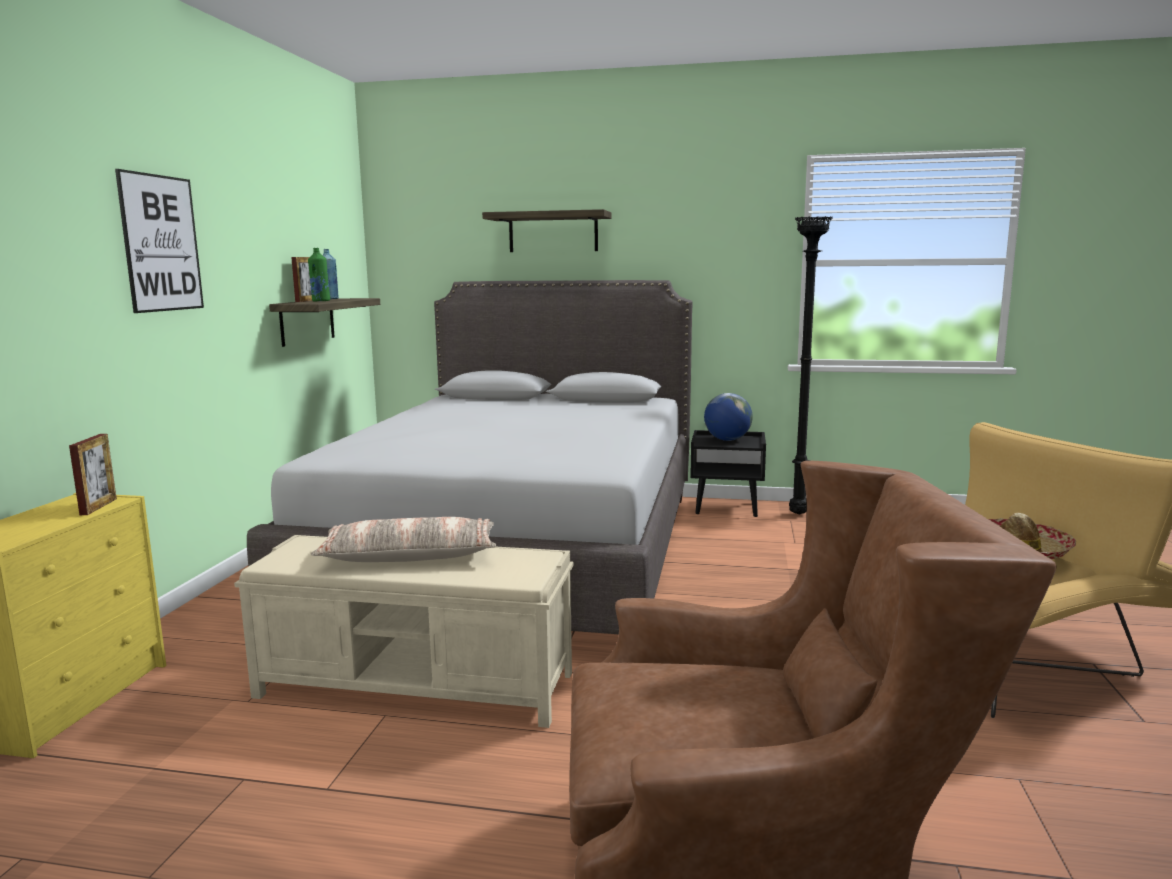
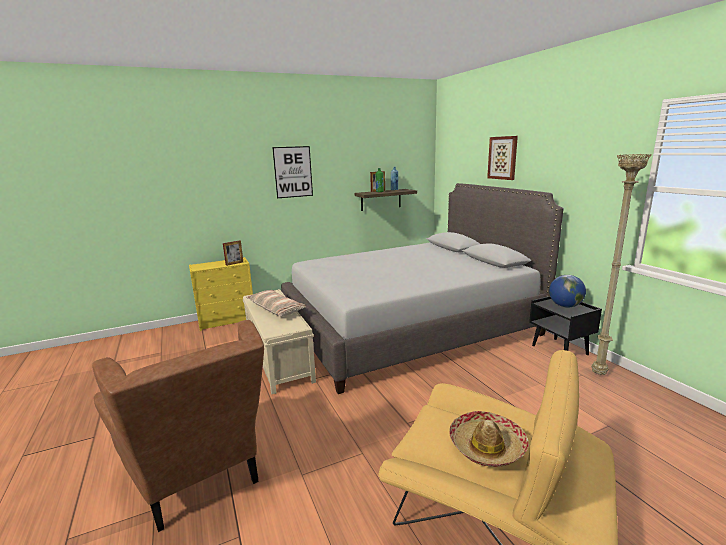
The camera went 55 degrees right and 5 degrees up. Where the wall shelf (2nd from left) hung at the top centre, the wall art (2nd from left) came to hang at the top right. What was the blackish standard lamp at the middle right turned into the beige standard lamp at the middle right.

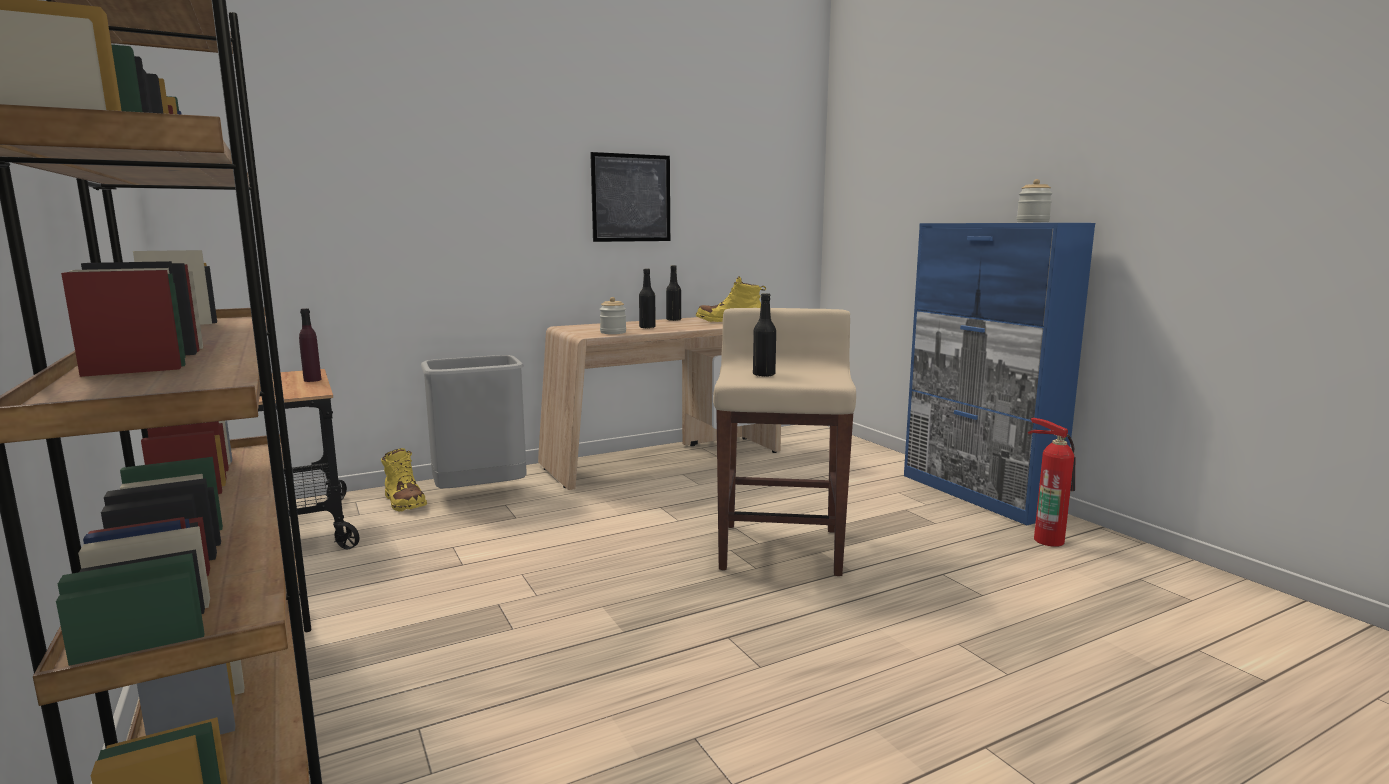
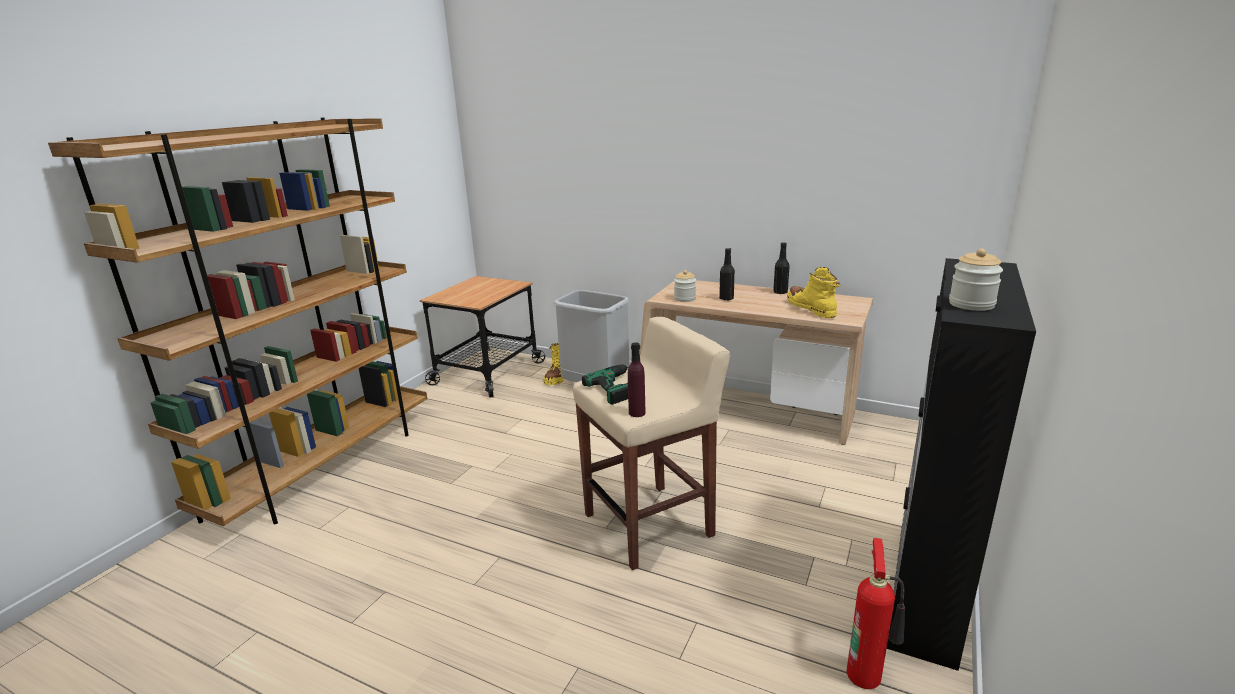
The camera went 55 degrees right and 10 degrees up. The purplish bottle ended up elsewhere, having gone from the middle left to the centre. The second view lost the wall art at the top centre. Where the blackish bottle (3rd from left) stood at the centre, the power drill came to stand at the centre. What was the blue-coloured storage cabinet at the middle right turned into the blackish storage cabinet at the bottom right.

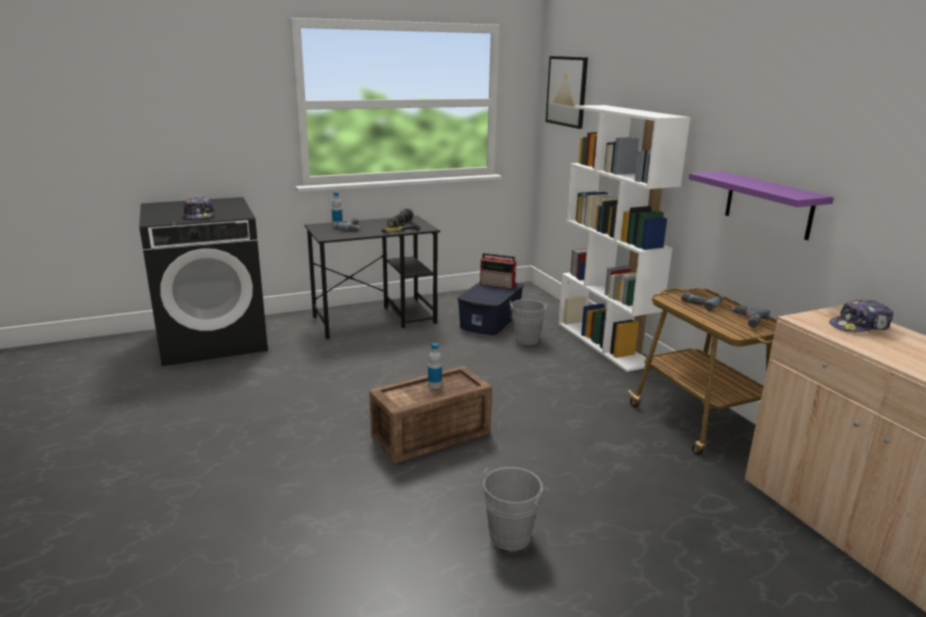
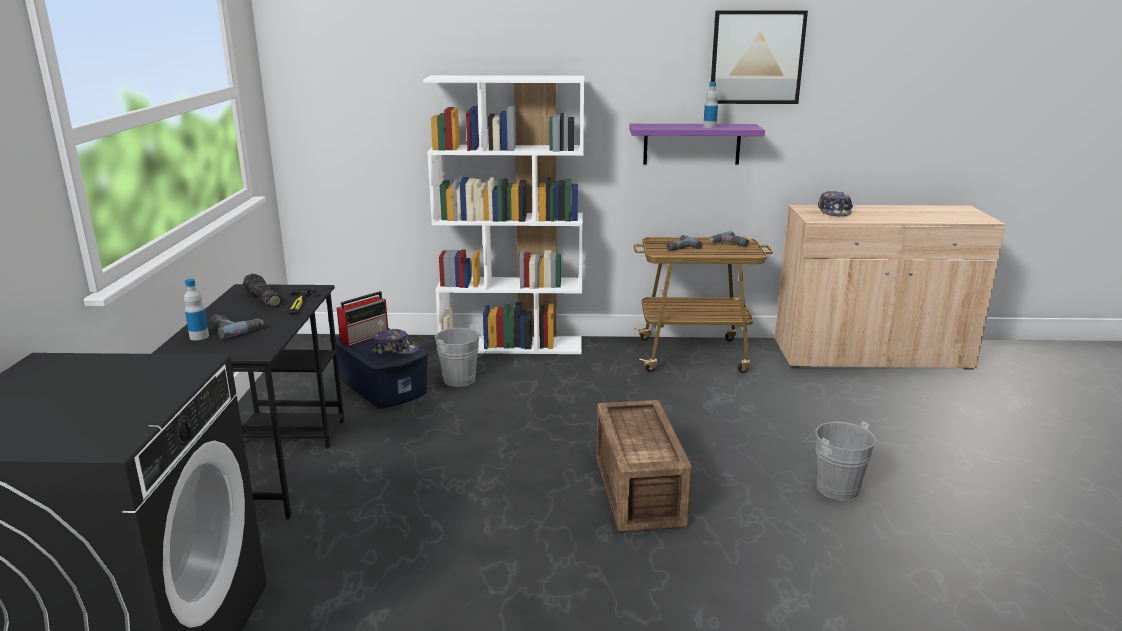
The camera went 65 degrees left and 0 degrees up. The cap (1st from left) ended up elsewhere, having gone from the middle left to the centre. The bottle (2nd from left) ended up elsewhere, having gone from the centre to the top centre. The wall art ended up elsewhere, having gone from the top centre to the top right.

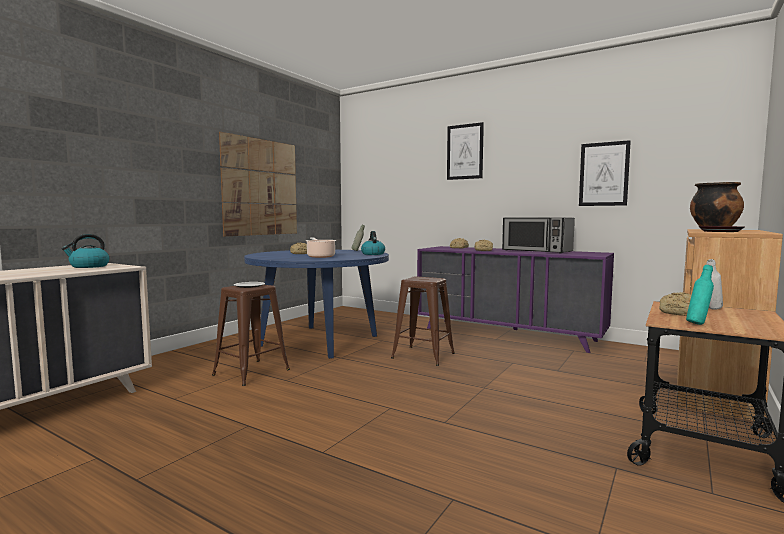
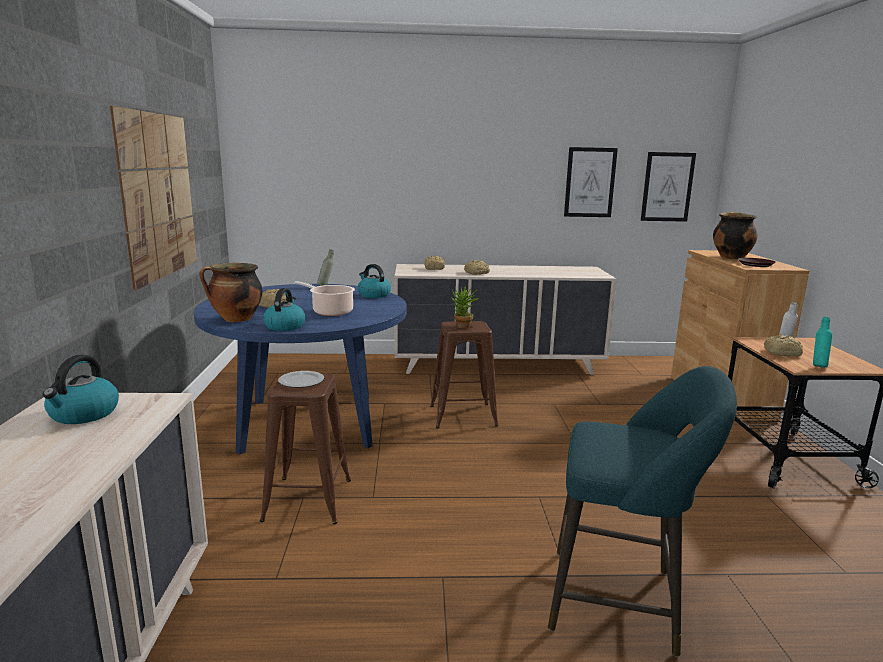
The camera went 35 degrees left and 10 degrees up. What was the purplish dresser at the centre turned into the beige dresser (2nd from left) at the centre. The wall art (2nd from left in the first image) ended up elsewhere, having gone from the top centre to the top right. The second view lost the microwave oven at the middle right. The second view gained the saucepot (1st from left) at the middle left. The second view gained the kettle (2nd from left) at the middle left. The second view gained the potted plant at the centre. The second view gained the turquoise stool at the bottom right.

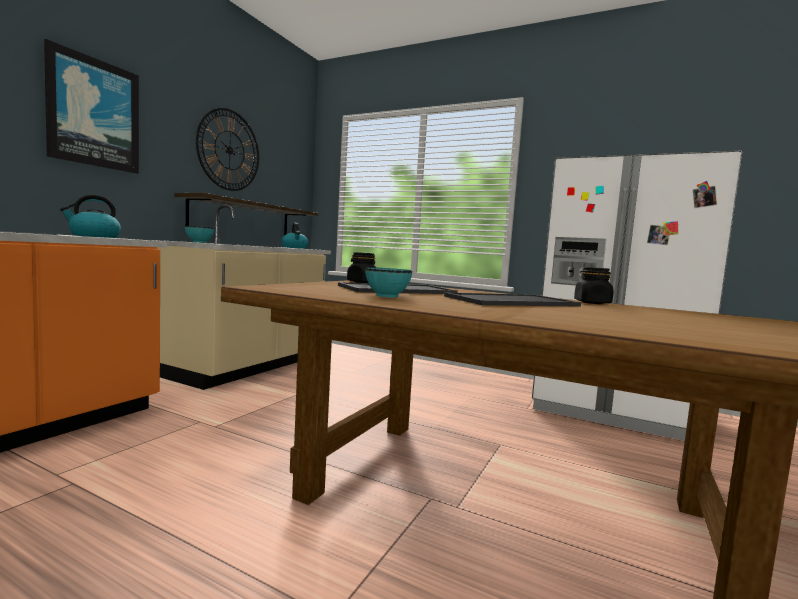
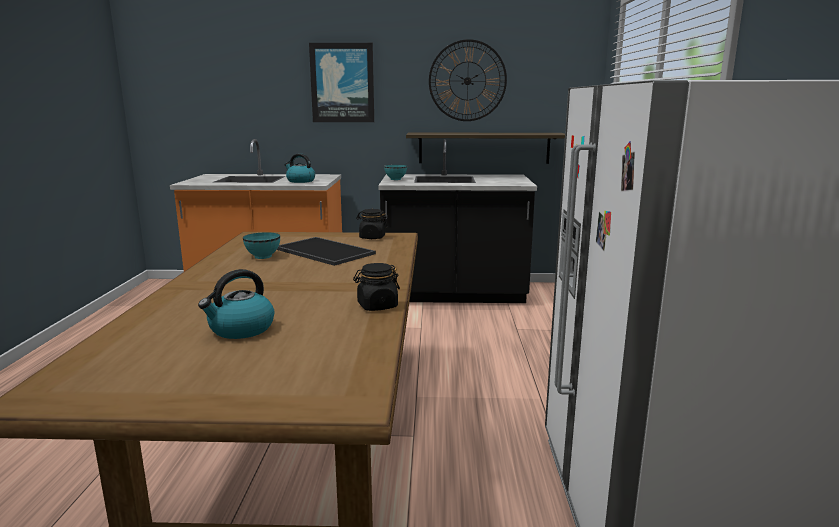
The camera went 65 degrees right and 10 degrees up. What was the beige counter at the middle left turned into the blackish counter at the centre. The kettle (2nd from left in the first image) ended up elsewhere, having gone from the centre to the middle left. The second view lost the tray (2nd from left) at the centre.

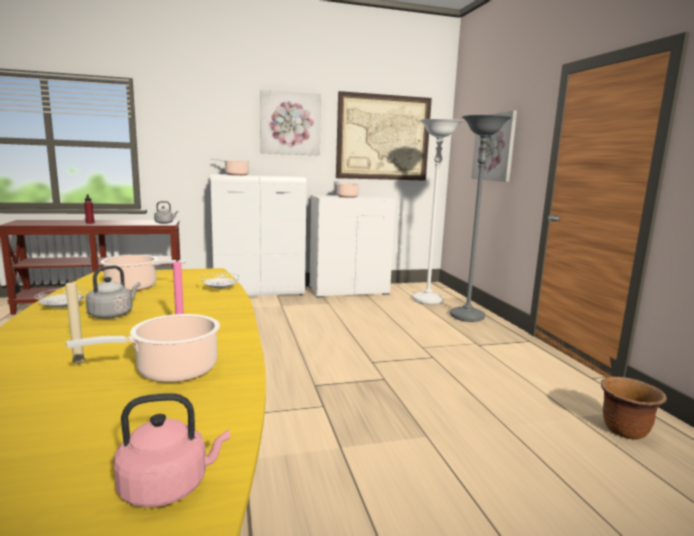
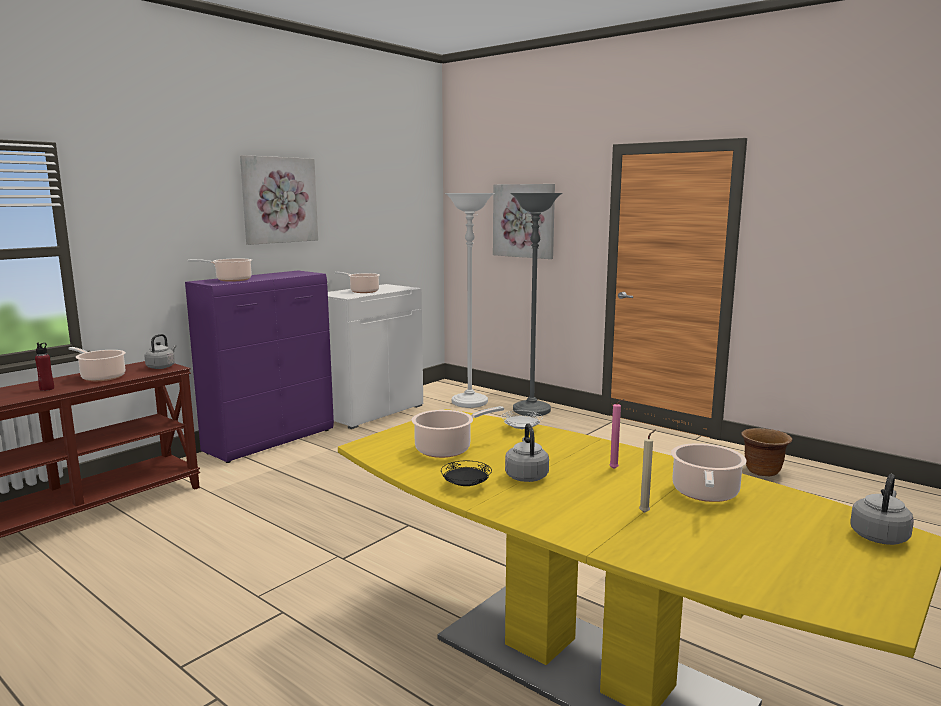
The camera went 35 degrees left and 0 degrees up. What was the whitish plate (1st from left) at the middle left turned into the blackish plate at the bottom centre. What was the pink-coloured kettle at the bottom left turned into the gray kettle (3rd from left) at the bottom right. What was the whitish storage cabinet (1st from left) at the centre turned into the purplish storage cabinet at the middle left. The second view lost the wall art (2nd from left) at the top centre. The second view gained the saucepot (1st from left) at the middle left.

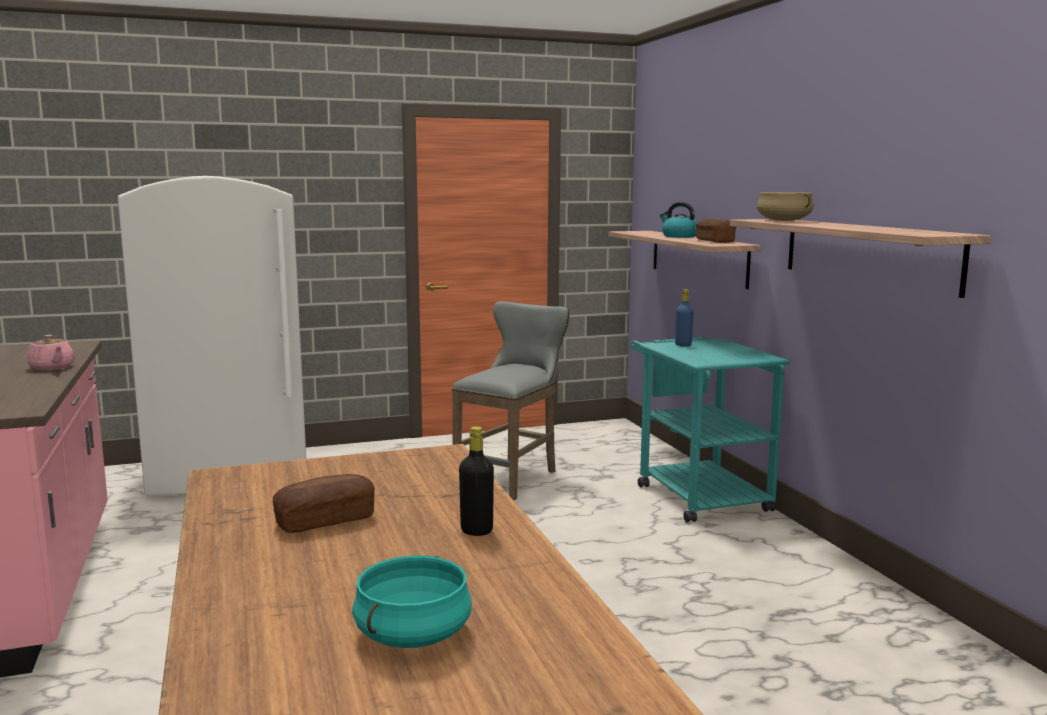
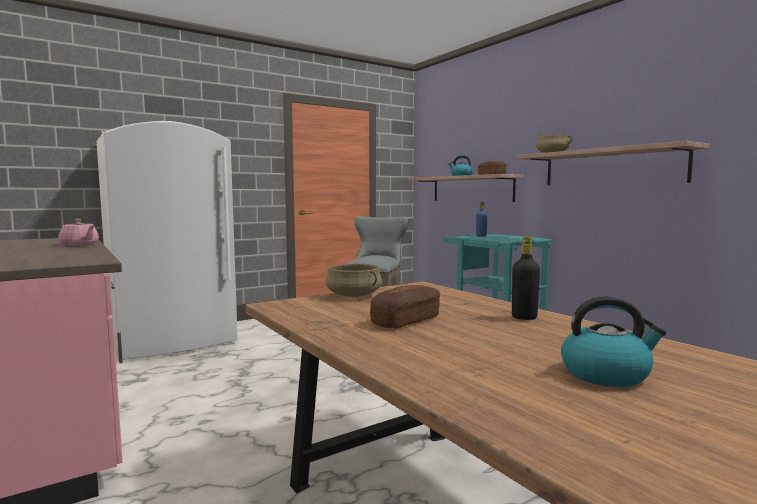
The camera went 15 degrees left and 5 degrees down. Where the turquoise saucepot stood at the bottom centre, the kettle (2nd from left) came to stand at the bottom right. The second view gained the beige saucepot (1st from left) at the centre.

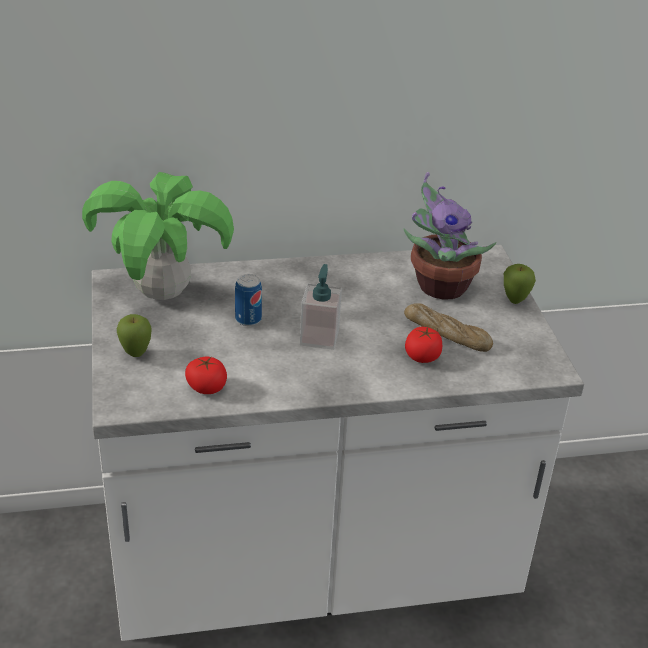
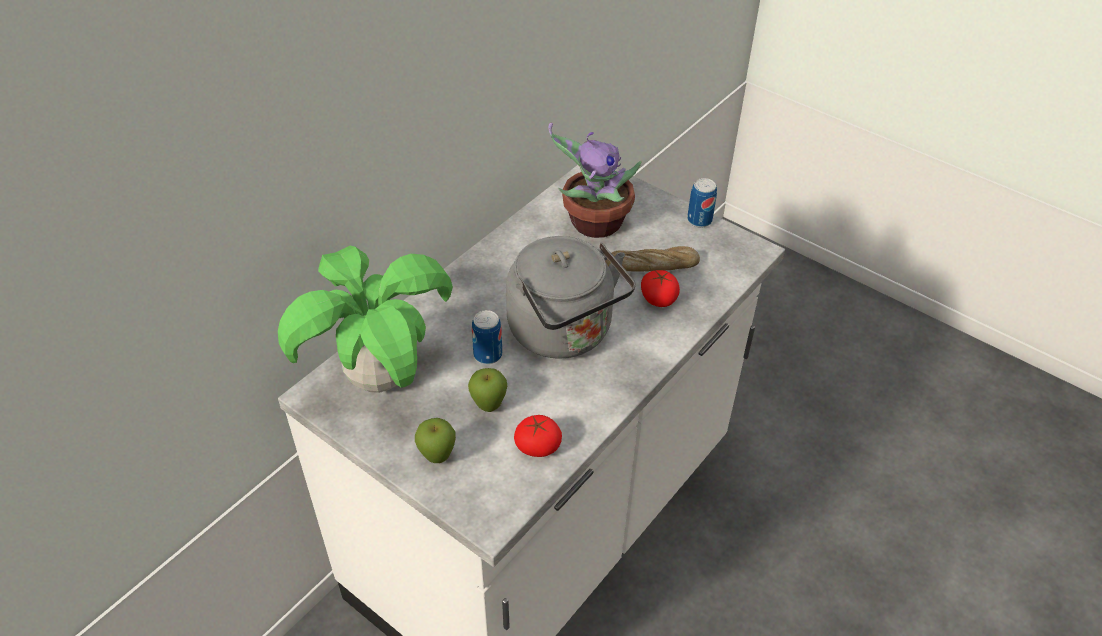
The camera went 40 degrees left and 10 degrees up. Where the liquid soap bottle stood at the centre, the gray kettle came to stand at the centre. The apple (2nd from left) ended up elsewhere, having gone from the middle right to the centre. The second view gained the sealed can (2nd from left) at the top centre.

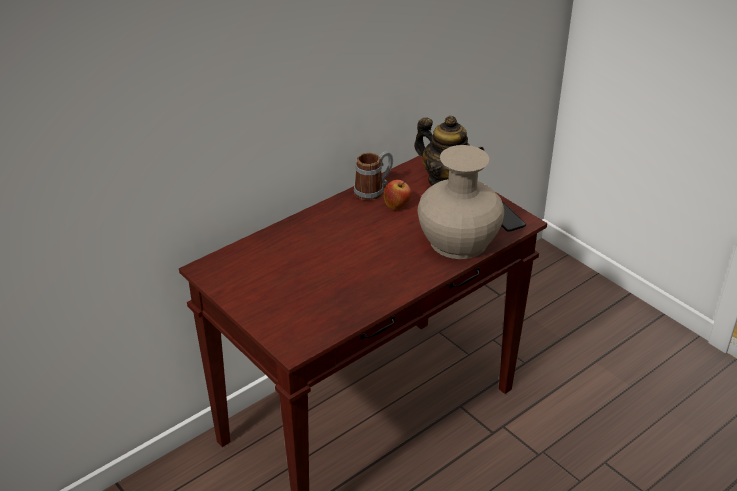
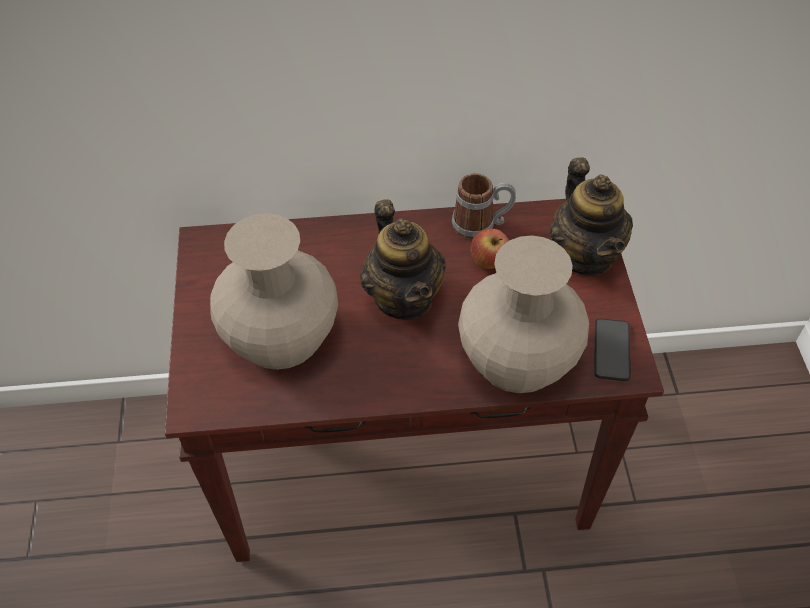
The camera went 35 degrees right and 15 degrees up. The second view gained the beige decorative vase (1st from left) at the centre. The second view gained the pot for tea (1st from left) at the centre.

